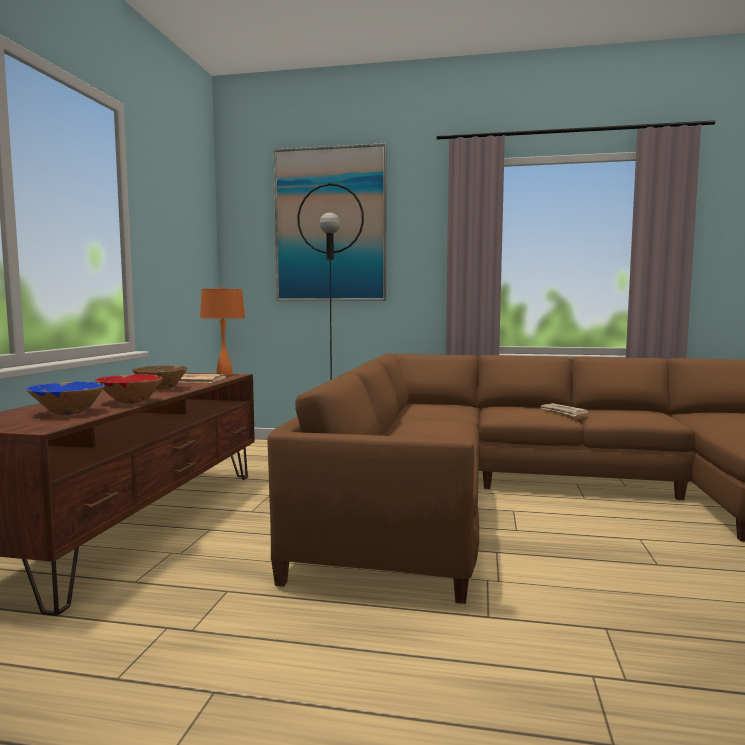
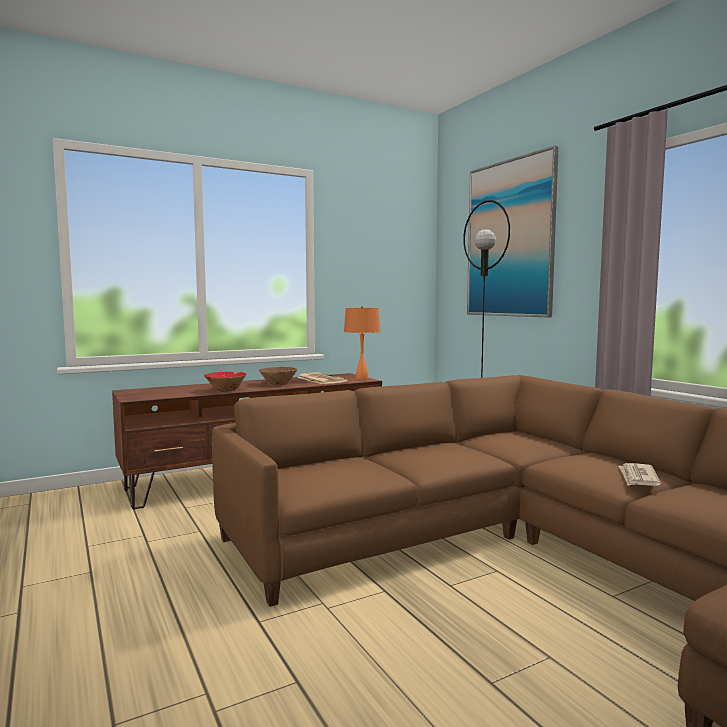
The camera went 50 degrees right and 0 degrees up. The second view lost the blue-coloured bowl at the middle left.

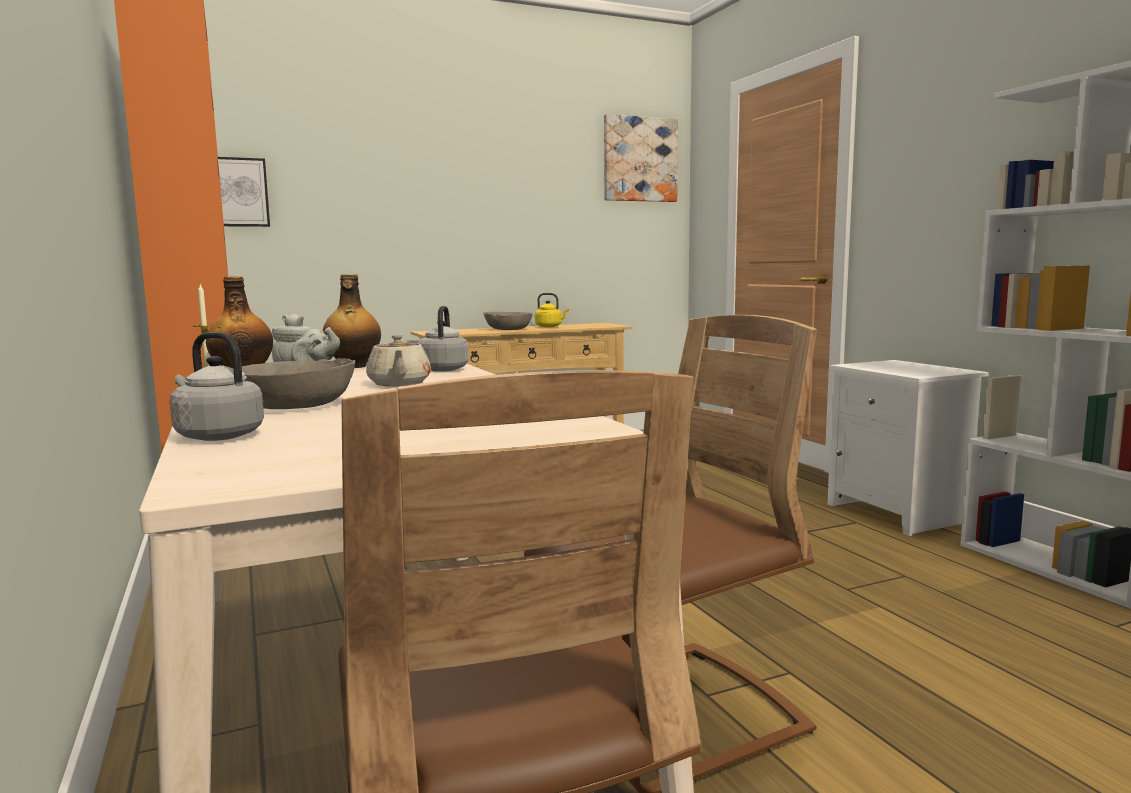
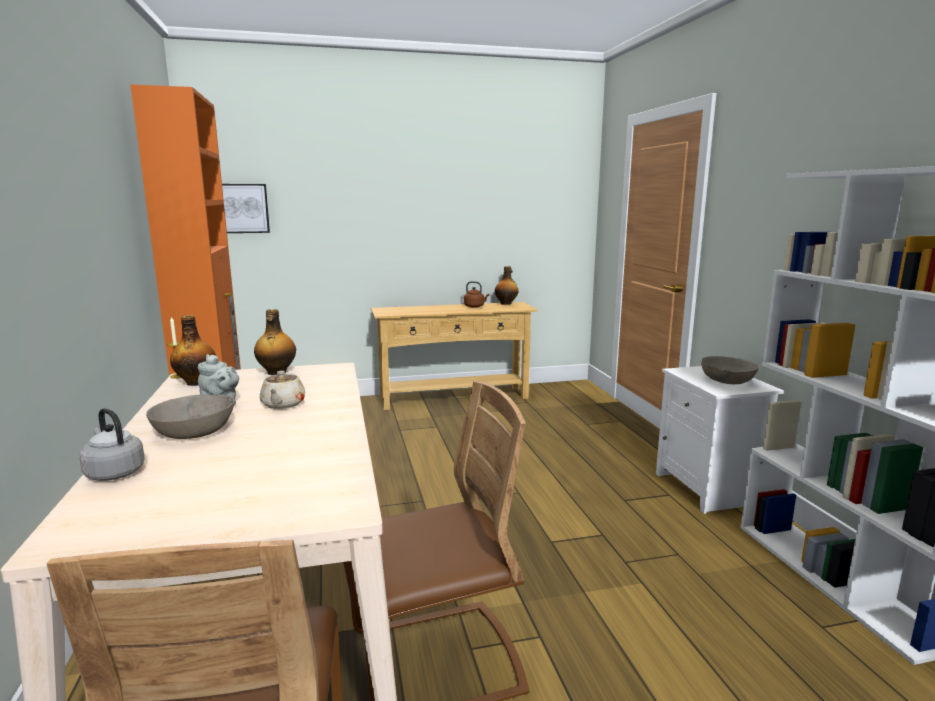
The camera went 10 degrees right and 5 degrees up. The second view lost the gray kettle (2nd from left) at the centre. The gray bowl (2nd from left) ended up elsewhere, having gone from the centre to the middle right. What was the yellow kettle at the centre turned into the brown-coloured kettle at the centre. The second view lost the wall art (2nd from left) at the top centre. The second view gained the bottle (3rd from left) at the centre.

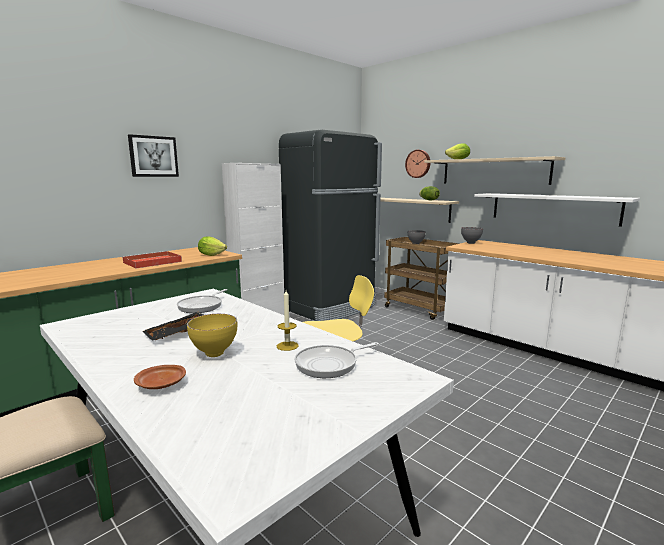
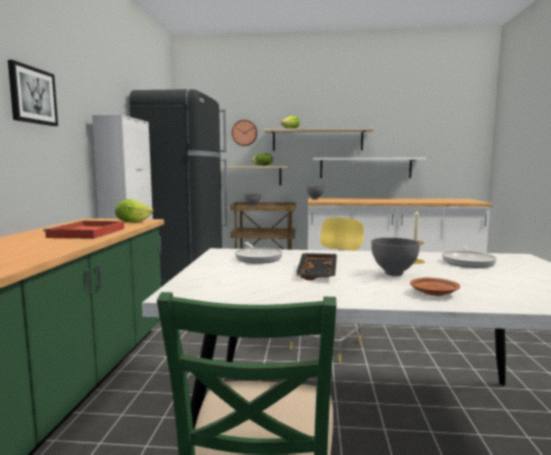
The camera went 40 degrees left and 5 degrees down. What was the yellow bowl at the middle left turned into the gray bowl (3rd from left) at the middle right.

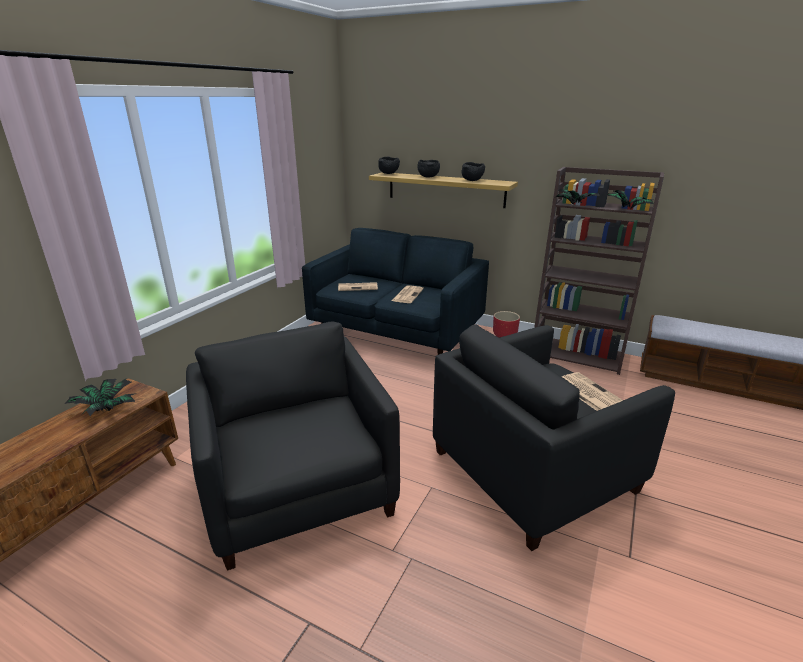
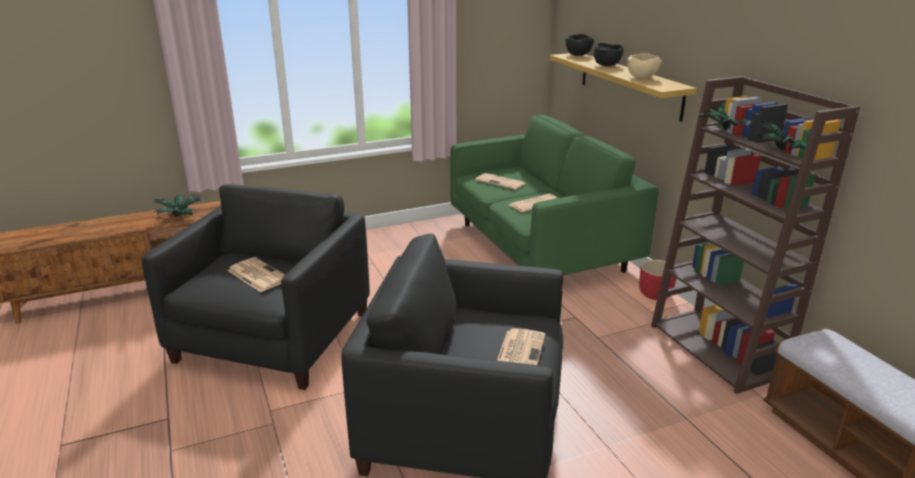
The camera went 40 degrees right and 0 degrees up. What was the blue-coloured couch at the centre turned into the green couch at the centre. What was the blackish bowl (3rd from left) at the top centre turned into the beige bowl at the top right. The second view gained the newspaper (1st from left) at the middle left.

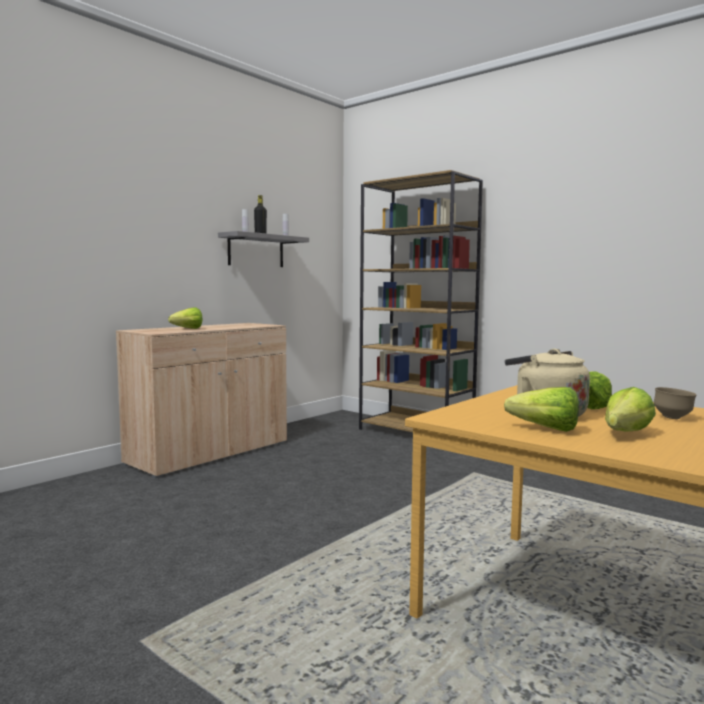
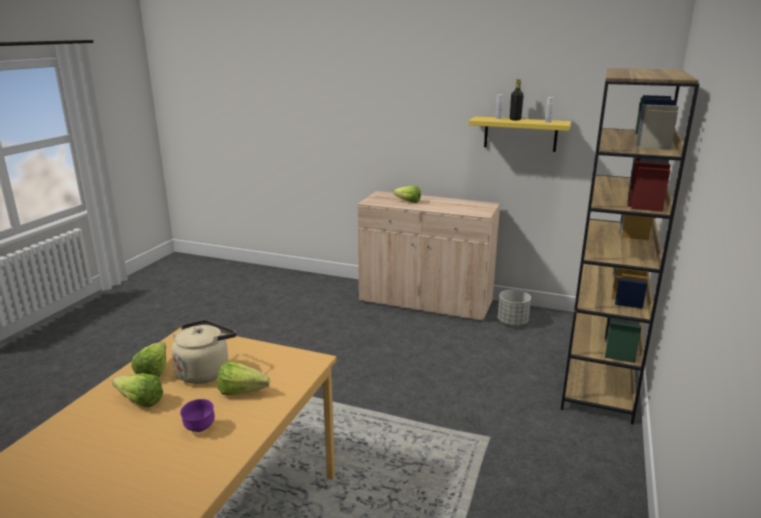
The camera went 70 degrees right and 15 degrees up. What was the gray wall shelf at the centre turned into the yellow wall shelf at the top right. What was the brown-coloured bowl at the middle right turned into the purplish bowl at the bottom left. The second view gained the gray flower pot at the middle right.

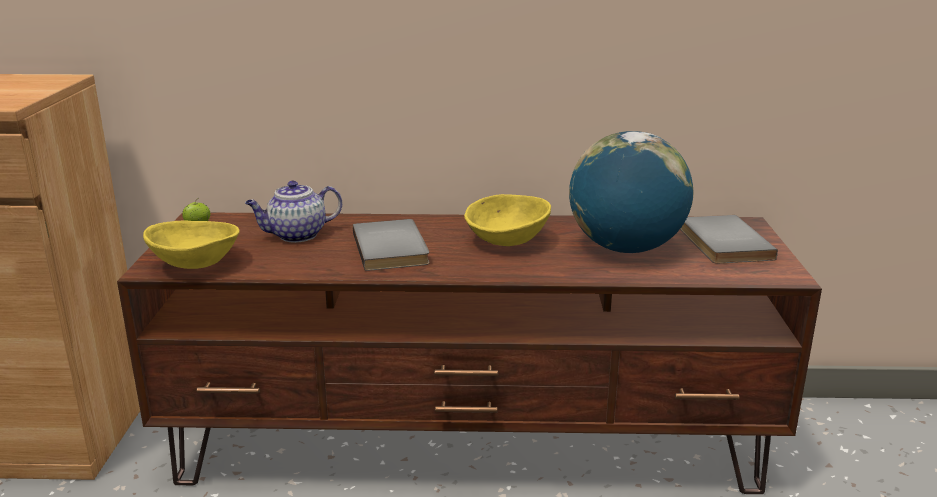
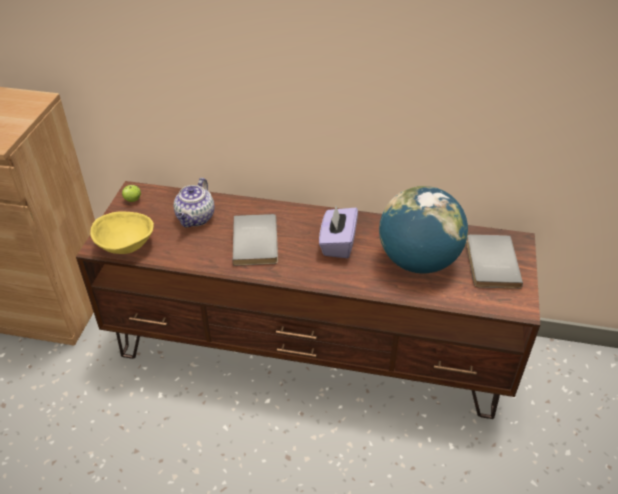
The camera went 10 degrees right and 20 degrees up. The pot for tea at the middle left ended up facing another way, 60 degrees counterclockwise from before. Where the yellow bowl (2nd from left) stood at the centre, the purplish box of tissues came to stand at the centre.

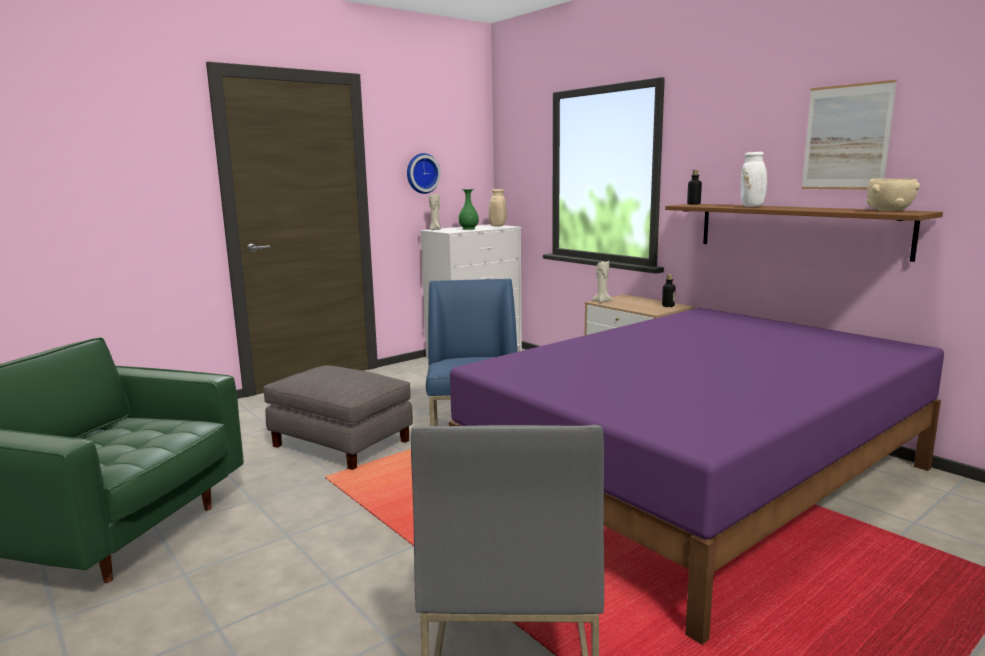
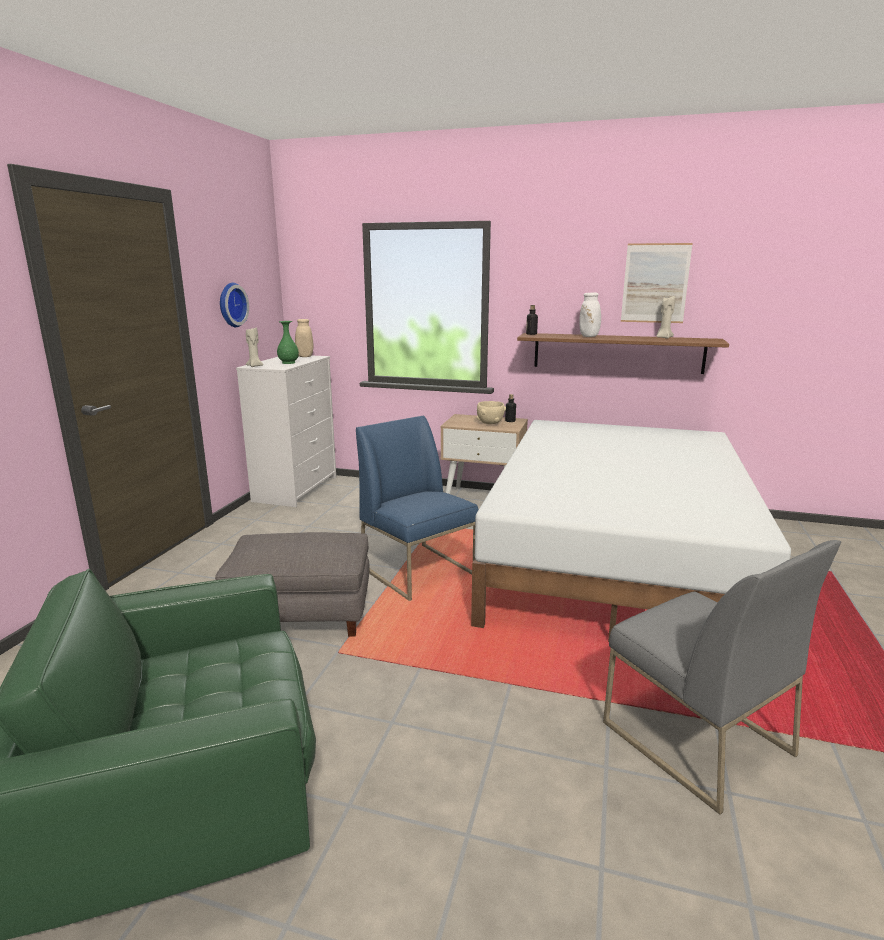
The camera went 35 degrees left and 5 degrees up. What was the purplish bedroom bed at the bottom right turned into the whitish bedroom bed at the middle right. The beige candle (2nd from left) ended up elsewhere, having gone from the centre to the middle right. The beige bowl ended up elsewhere, having gone from the top right to the centre.

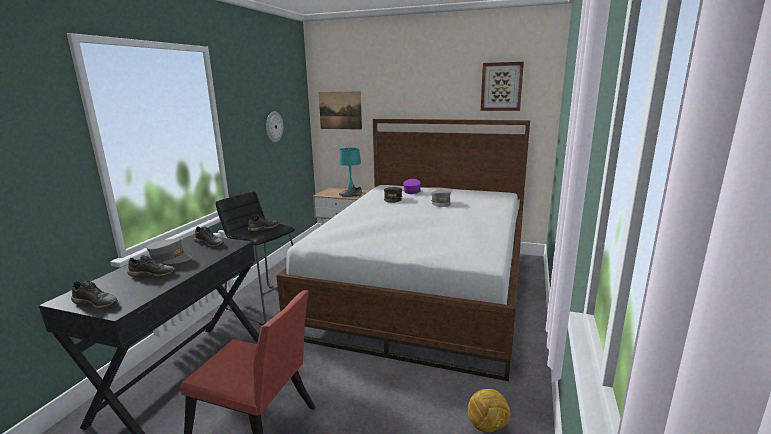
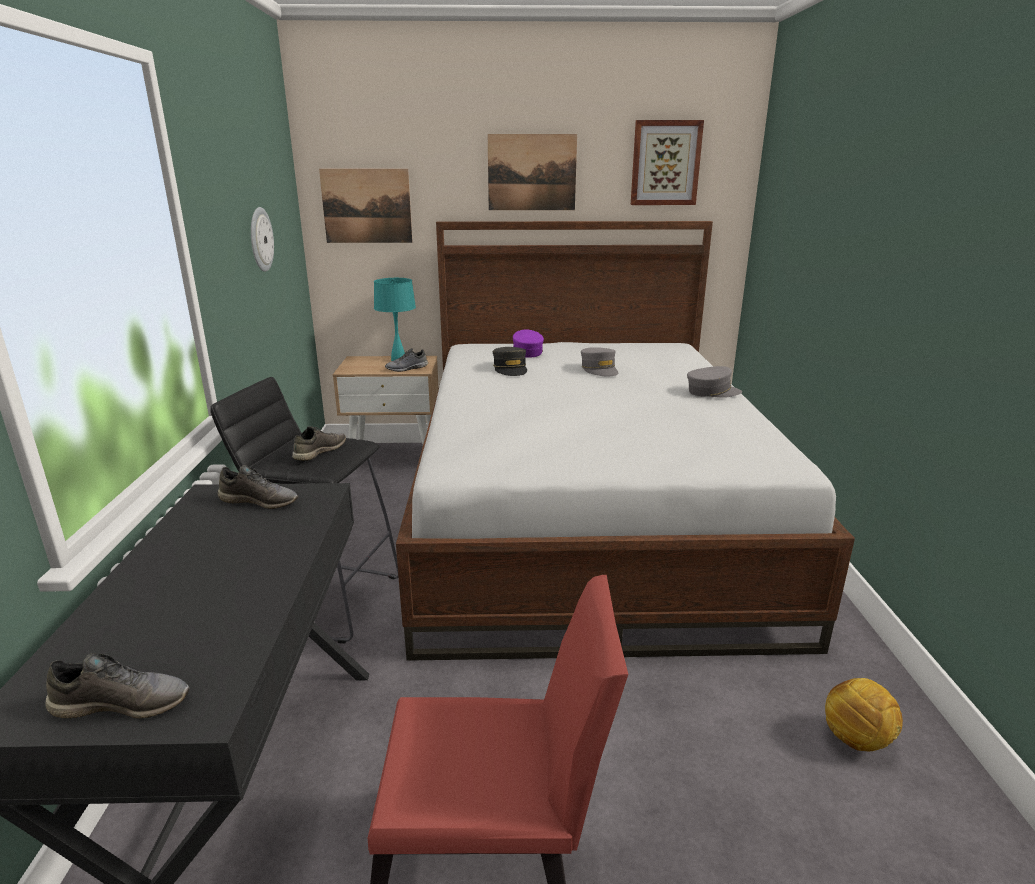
The camera went 20 degrees left and 5 degrees up. The second view lost the gray item of footwear (2nd from left) at the middle left. The gray cap (1st from left in the first image) ended up elsewhere, having gone from the middle left to the middle right. The second view gained the wall art (2nd from left) at the top centre.

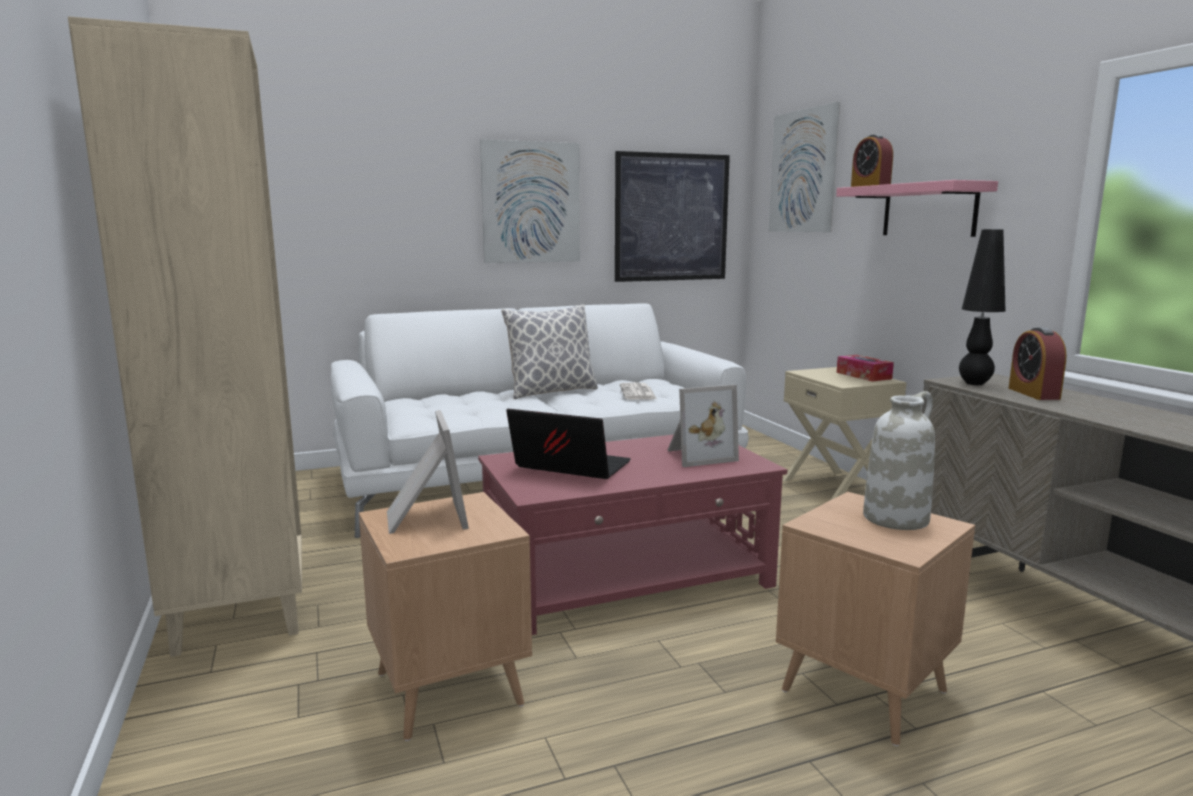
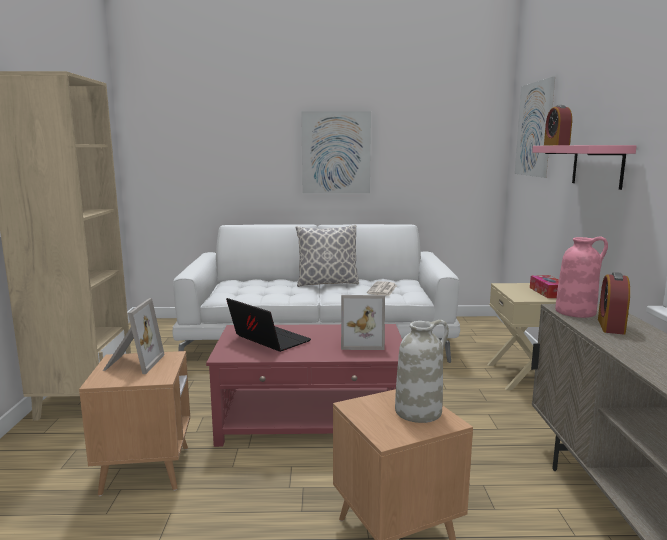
The camera went 20 degrees right and 0 degrees up. The second view lost the wall art (2nd from left) at the top centre. Where the blackish tabletop lamp stood at the middle right, the pink-coloured decorative vase came to stand at the middle right.

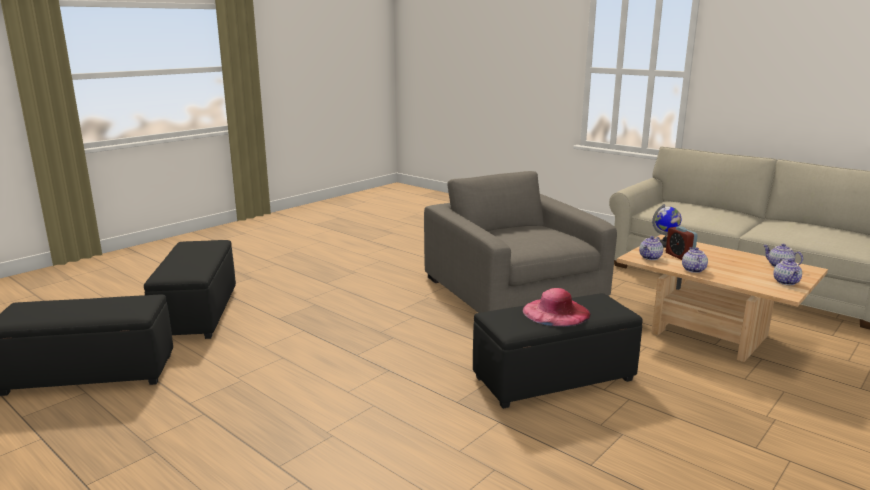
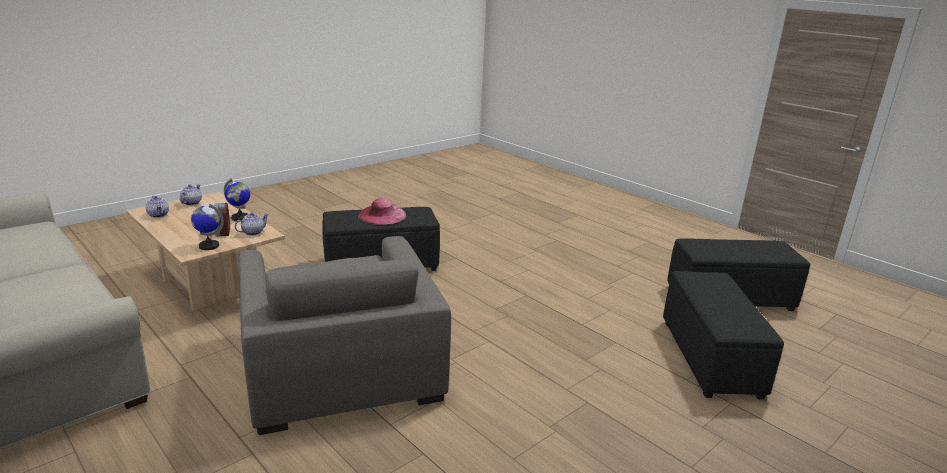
The camera went 175 degrees left and 5 degrees up. Where the pot for tea (2nd from left) stood at the middle right, the desk globe (2nd from left) came to stand at the middle left.

